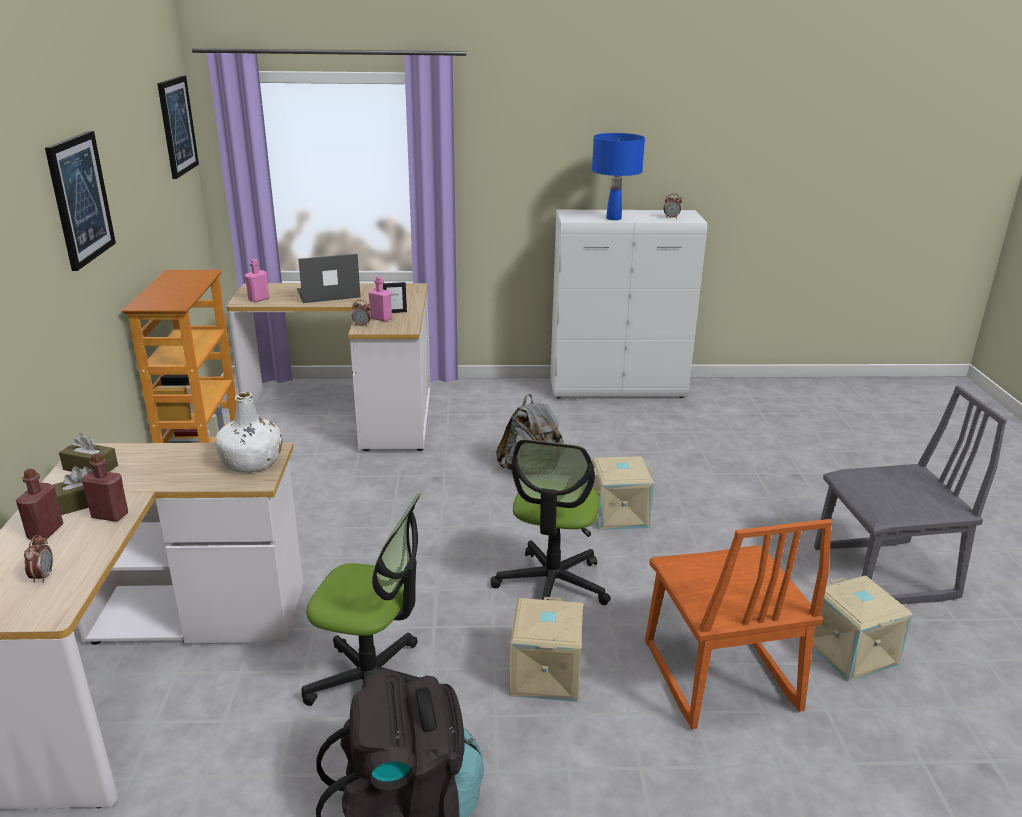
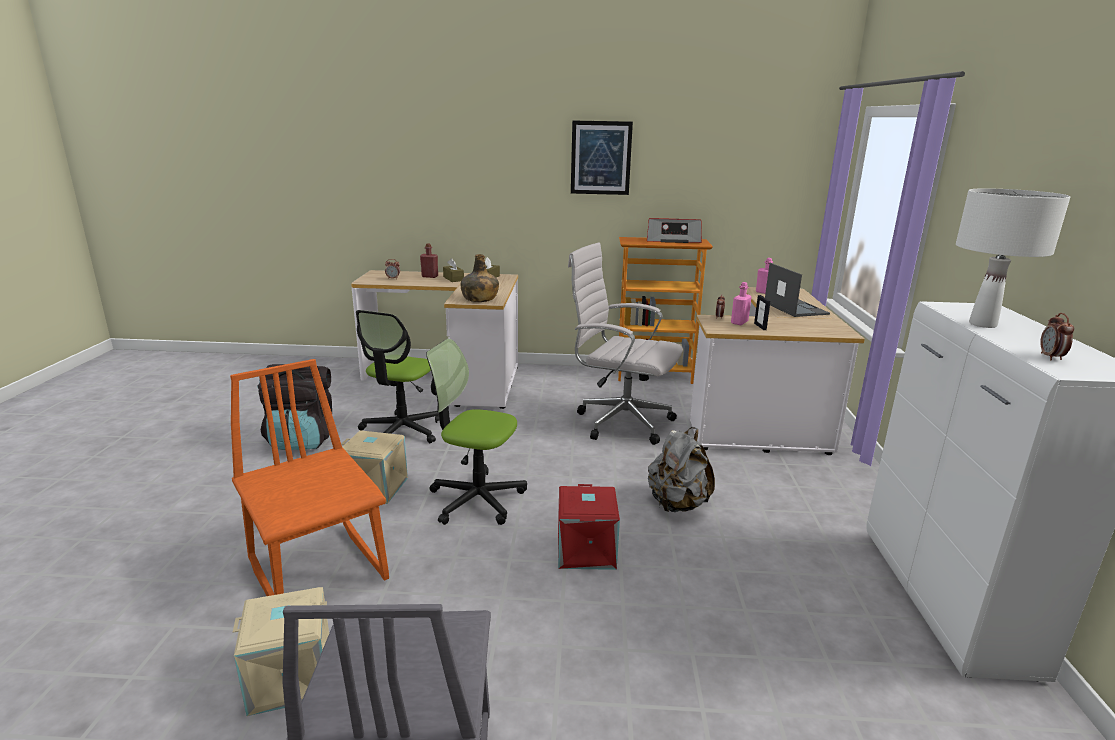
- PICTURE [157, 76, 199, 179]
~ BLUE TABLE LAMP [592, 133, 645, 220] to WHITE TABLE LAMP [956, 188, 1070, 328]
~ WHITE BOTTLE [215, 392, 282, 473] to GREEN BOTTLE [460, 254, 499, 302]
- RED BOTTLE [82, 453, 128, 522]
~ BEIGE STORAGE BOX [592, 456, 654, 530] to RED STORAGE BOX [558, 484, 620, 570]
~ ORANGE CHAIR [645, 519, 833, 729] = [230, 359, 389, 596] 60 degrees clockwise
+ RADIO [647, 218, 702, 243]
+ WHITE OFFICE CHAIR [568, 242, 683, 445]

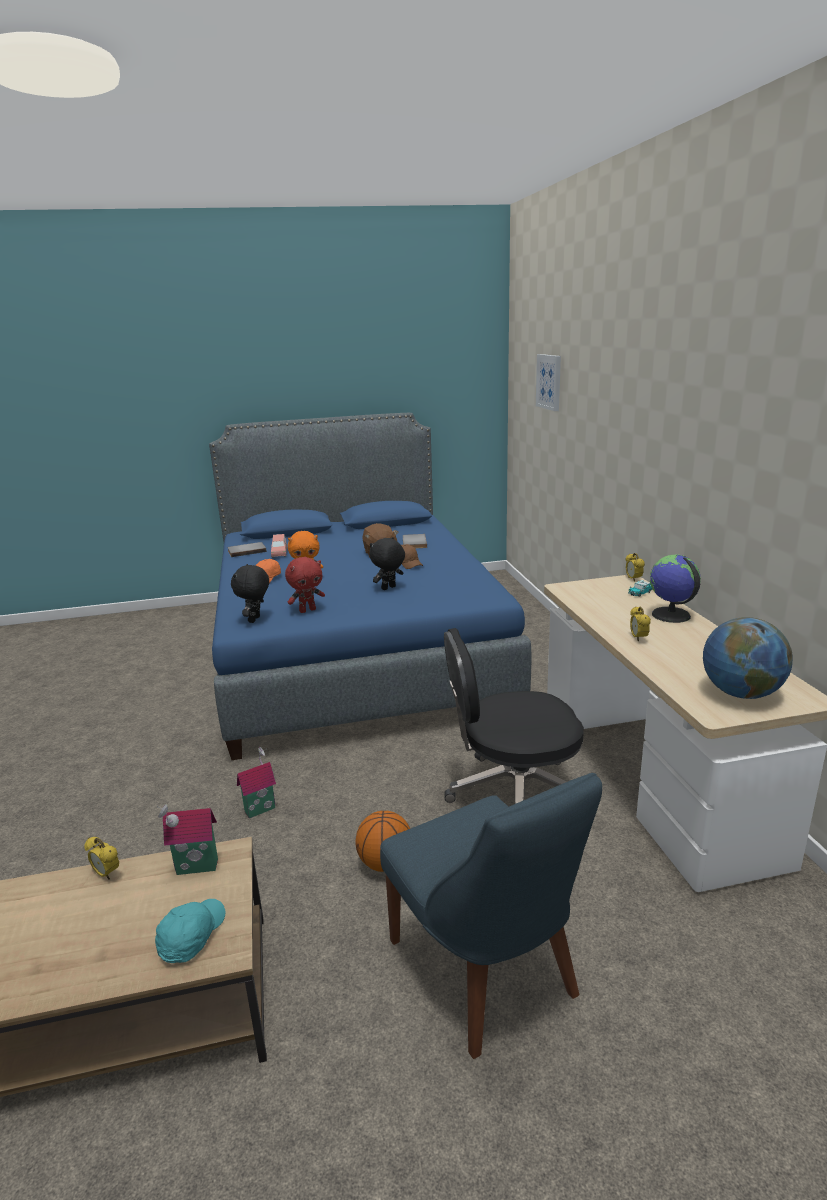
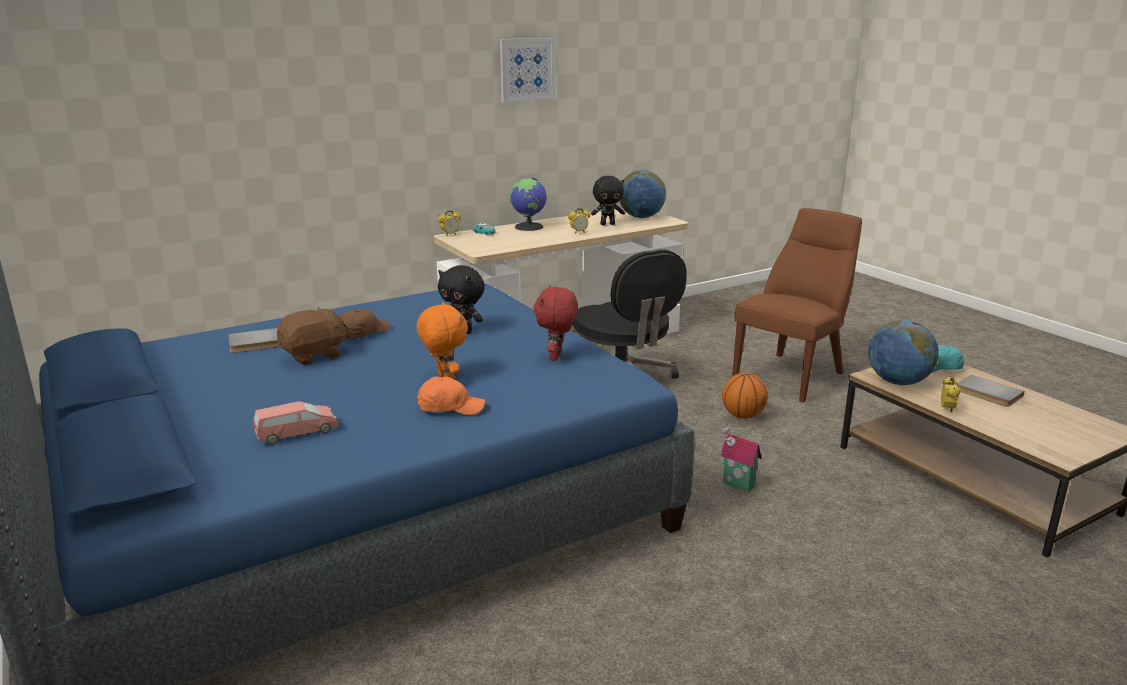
~ PICTURE [536, 354, 561, 411] to [500, 38, 555, 103]
~ GREY BOOK [227, 542, 267, 557] to [957, 375, 1025, 407]
~ RED PLUSH TOY [285, 557, 325, 613] = [534, 285, 578, 361] 120 degrees counterclockwise
~ BLACK PLUSH TOY [231, 564, 269, 623] to [591, 176, 625, 225]
~ BLUE CHAIR [380, 773, 602, 1059] to BROWN CHAIR [732, 208, 862, 402]
~ TOY HOUSE [156, 804, 218, 875] to GLOBE [868, 320, 939, 385]

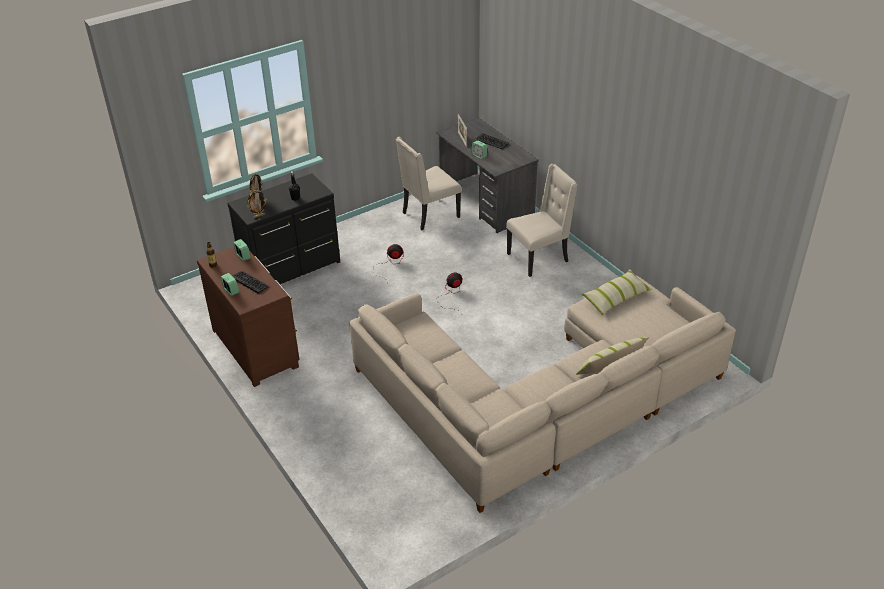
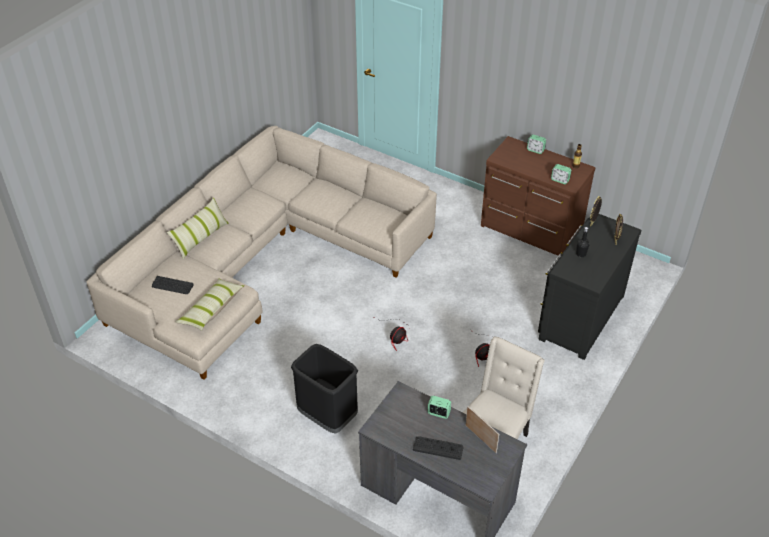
~ BEIGE CHAIR [506, 164, 578, 277] to BLACK TRASH CAN [291, 344, 358, 434]
~ KEYBOARD [232, 271, 268, 294] to [152, 276, 194, 294]

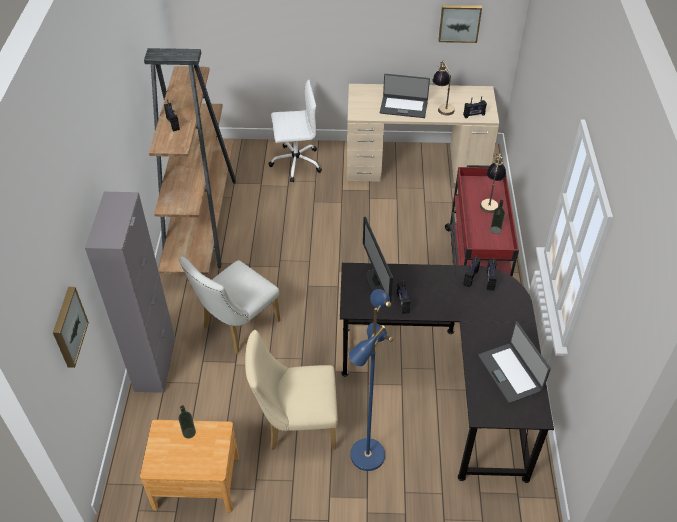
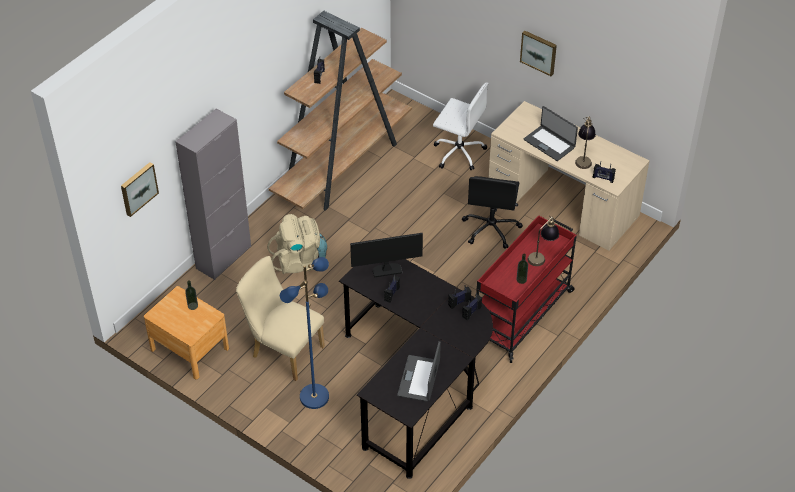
~ PICTURE [438, 5, 482, 43] to [520, 31, 557, 76]
~ MONITOR [363, 217, 393, 302] = [350, 233, 423, 278] 60 degrees clockwise
~ WHITE CHAIR [179, 257, 281, 354] to BEIGE BACKPACK [267, 214, 327, 274]
+ BLACK OFFICE CHAIR [462, 176, 523, 249]

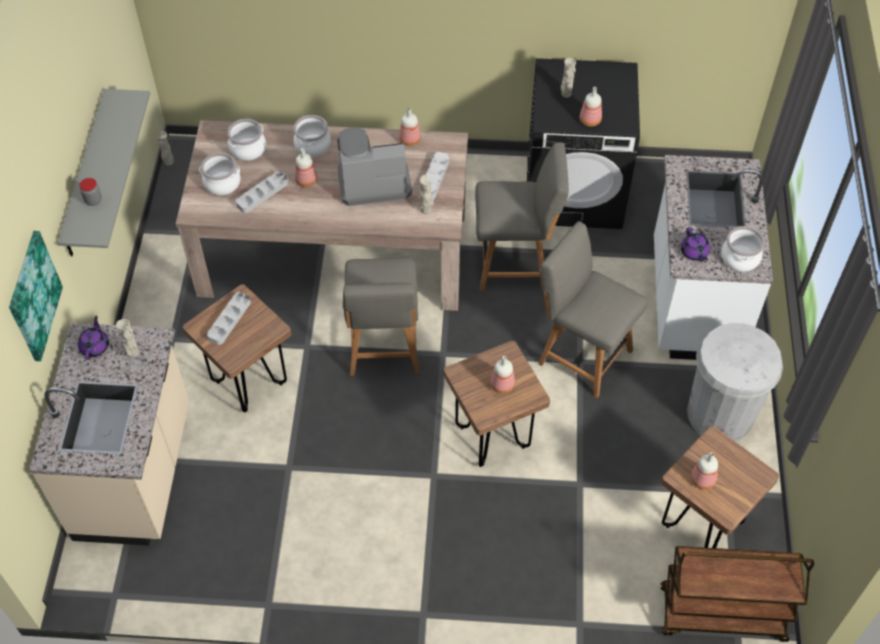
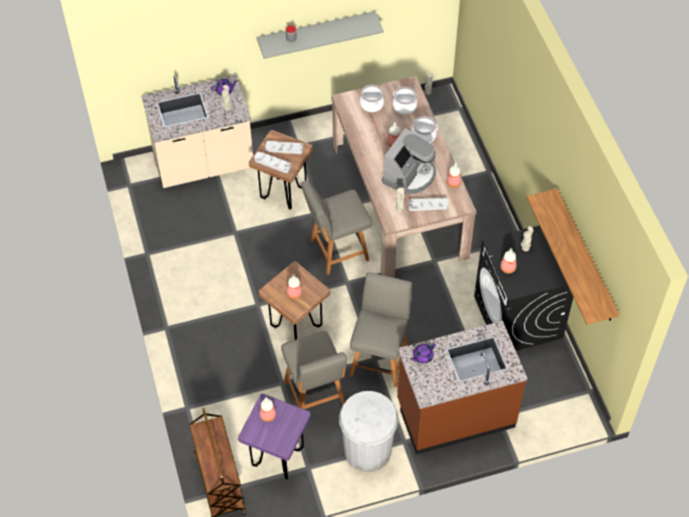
~ COFFEE MACHINE [337, 128, 413, 206] = [382, 128, 436, 194] 60 degrees clockwise
~ GREY CHAIR [475, 142, 569, 290] to [281, 331, 347, 409]
~ WHITE COUNTER [654, 155, 773, 360] to BROWN COUNTER [397, 321, 528, 455]
~ GREY TRAY [236, 171, 288, 213] to [254, 151, 291, 173]
- COOKING POT [721, 226, 765, 272]
- PICTURE [9, 231, 63, 361]
~ BROWN STOOL [661, 426, 779, 548] to PURPLE STOOL [238, 394, 311, 479]
+ SHELF [526, 188, 619, 325]

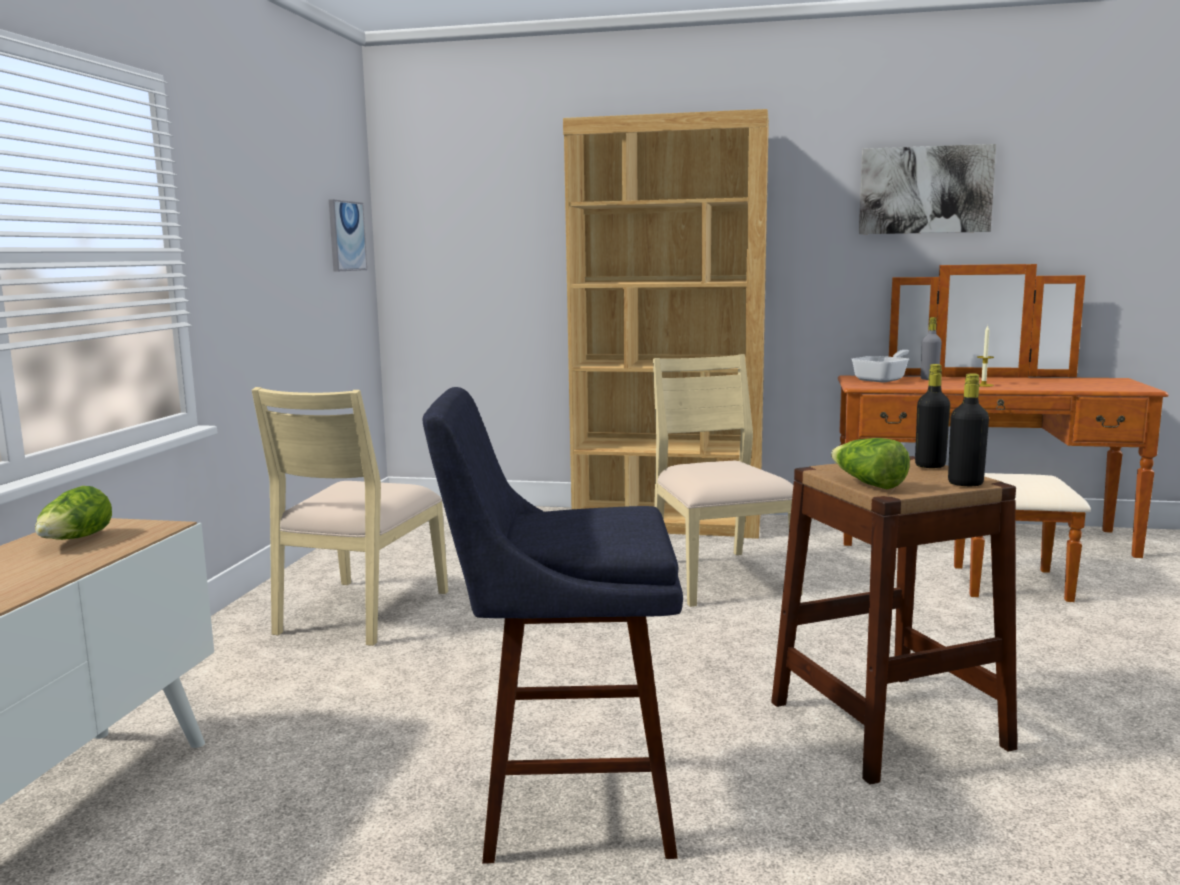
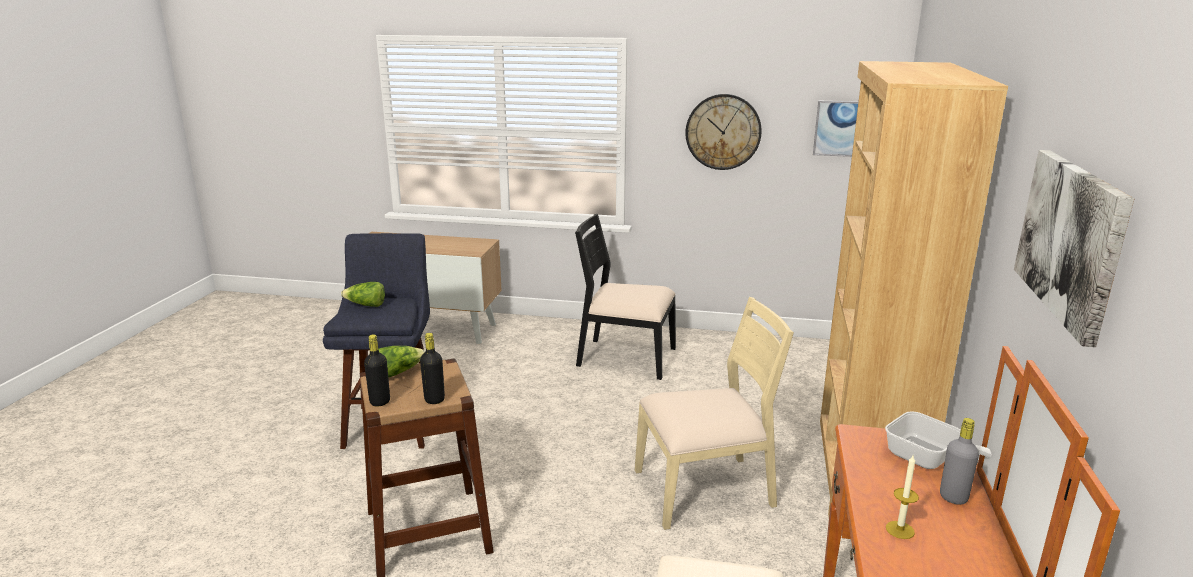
~ BEIGE CHAIR [252, 387, 448, 646] to BLACK CHAIR [575, 214, 676, 380]
~ LETTUCE [35, 486, 112, 540] to [341, 282, 385, 307]
+ WALL CLOCK [685, 94, 762, 170]

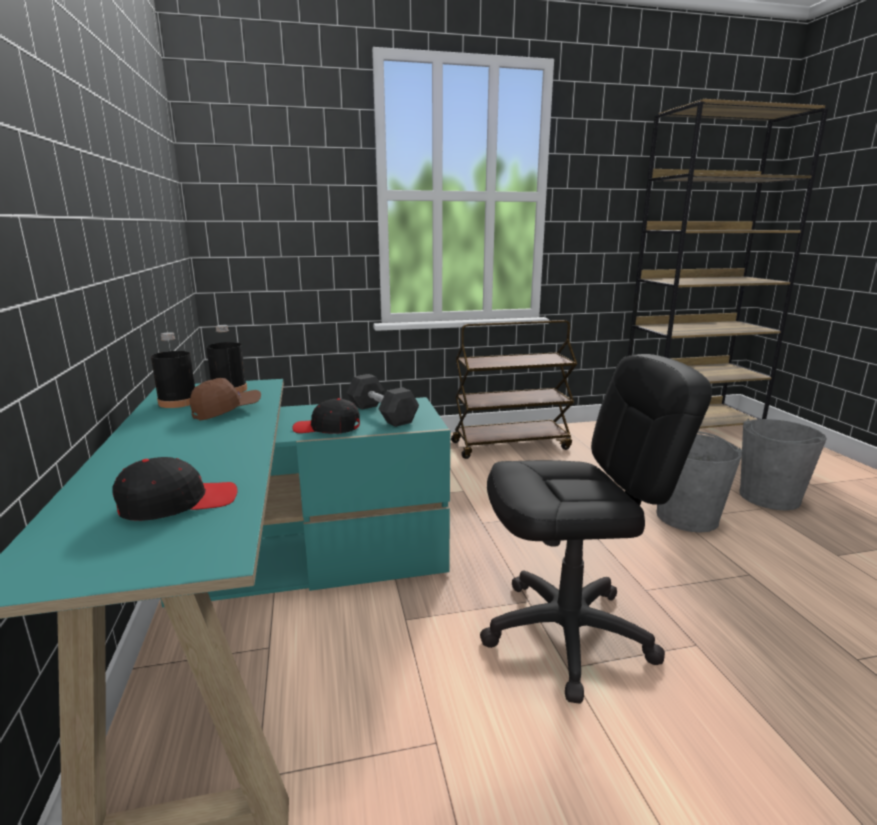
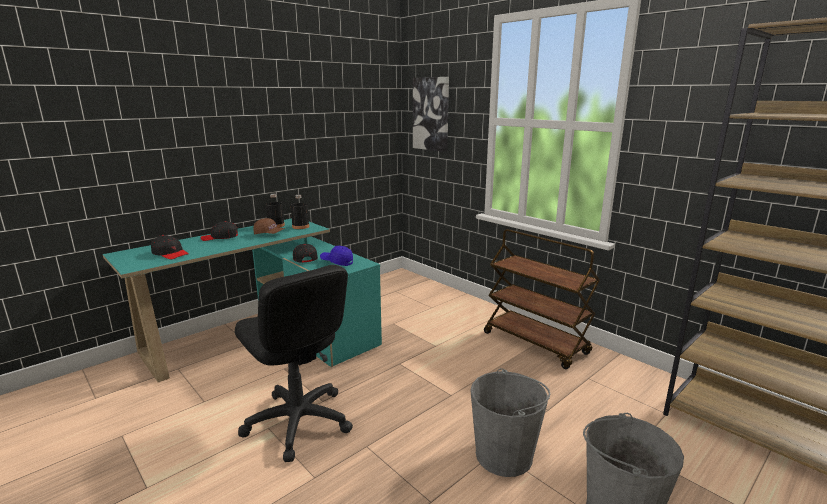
~ GREY DUMBBELL [347, 374, 419, 427] to BLUE CAP [320, 246, 353, 266]
+ PICTURE [413, 77, 449, 152]
+ BLACK CAP [200, 221, 238, 241]

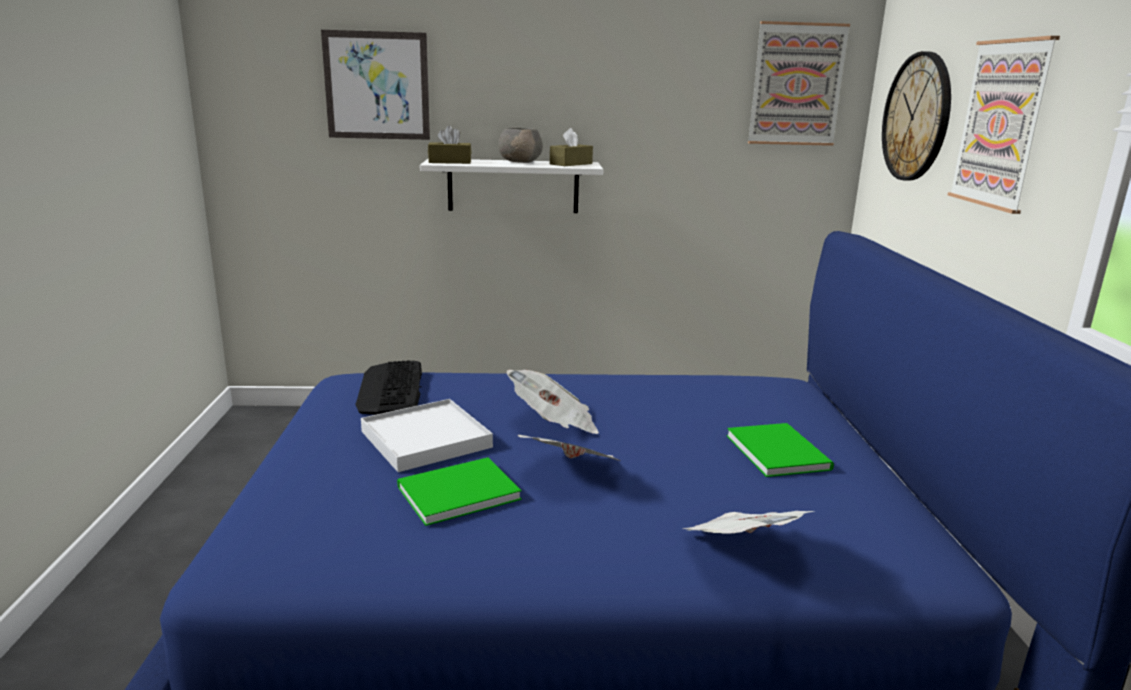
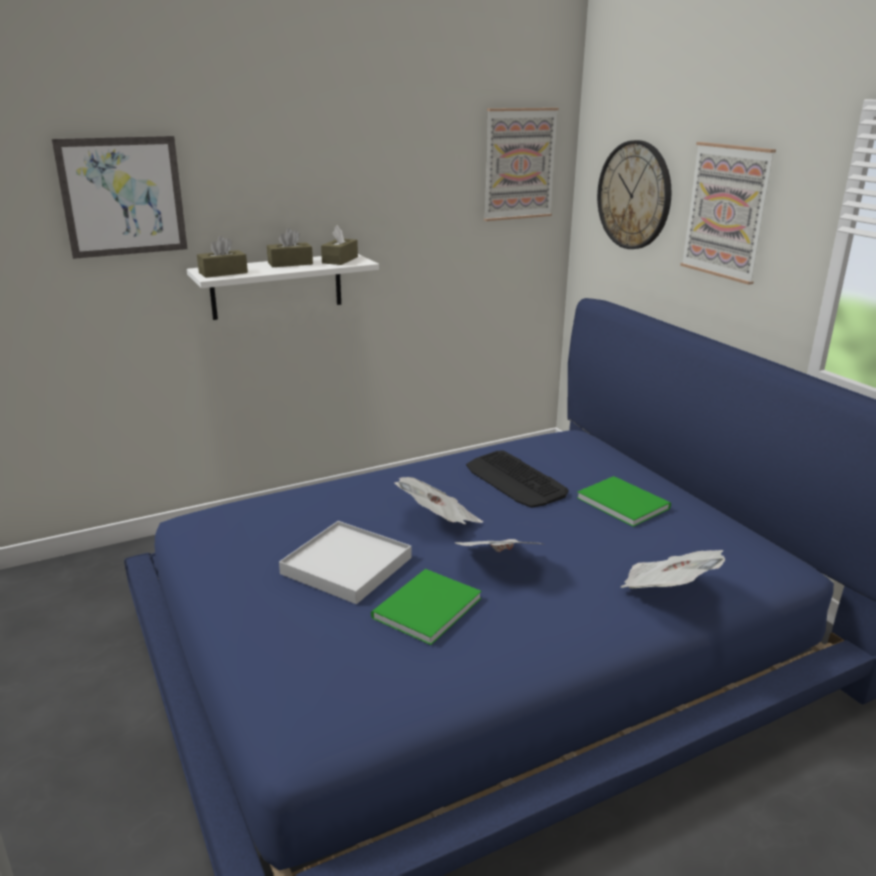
~ GREY BOWL [498, 128, 543, 163] to BROWN TISSUE BOX [267, 228, 313, 267]
~ KEYBOARD [355, 360, 422, 415] to [466, 451, 569, 508]

